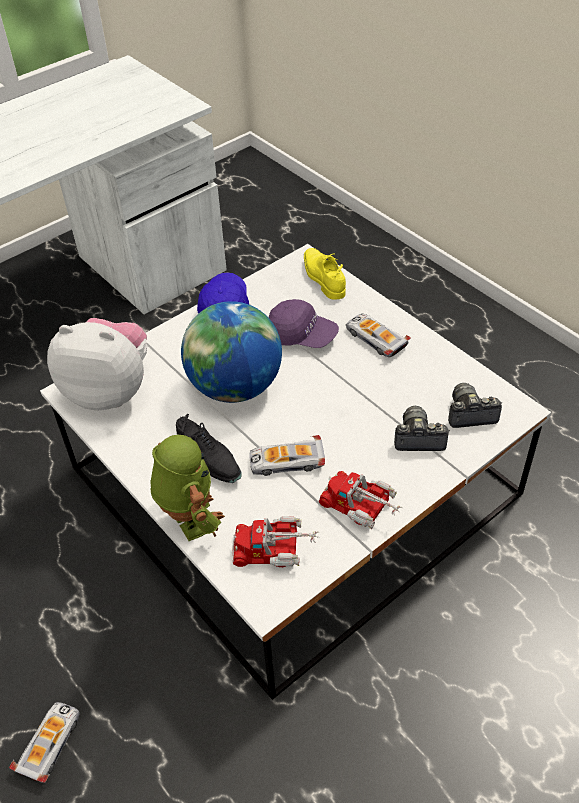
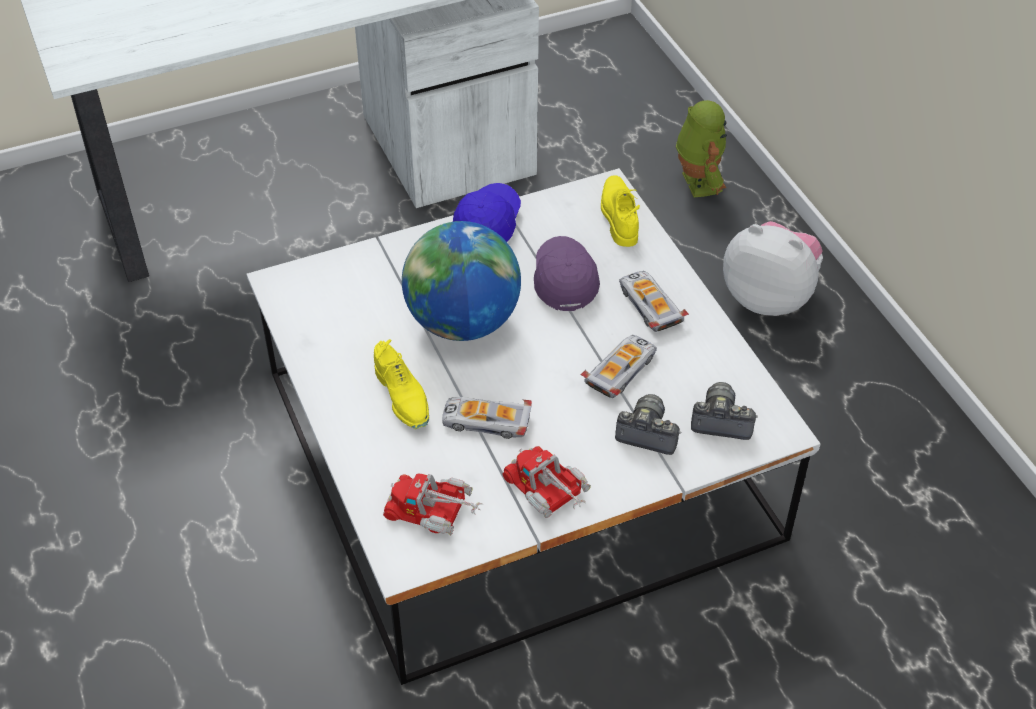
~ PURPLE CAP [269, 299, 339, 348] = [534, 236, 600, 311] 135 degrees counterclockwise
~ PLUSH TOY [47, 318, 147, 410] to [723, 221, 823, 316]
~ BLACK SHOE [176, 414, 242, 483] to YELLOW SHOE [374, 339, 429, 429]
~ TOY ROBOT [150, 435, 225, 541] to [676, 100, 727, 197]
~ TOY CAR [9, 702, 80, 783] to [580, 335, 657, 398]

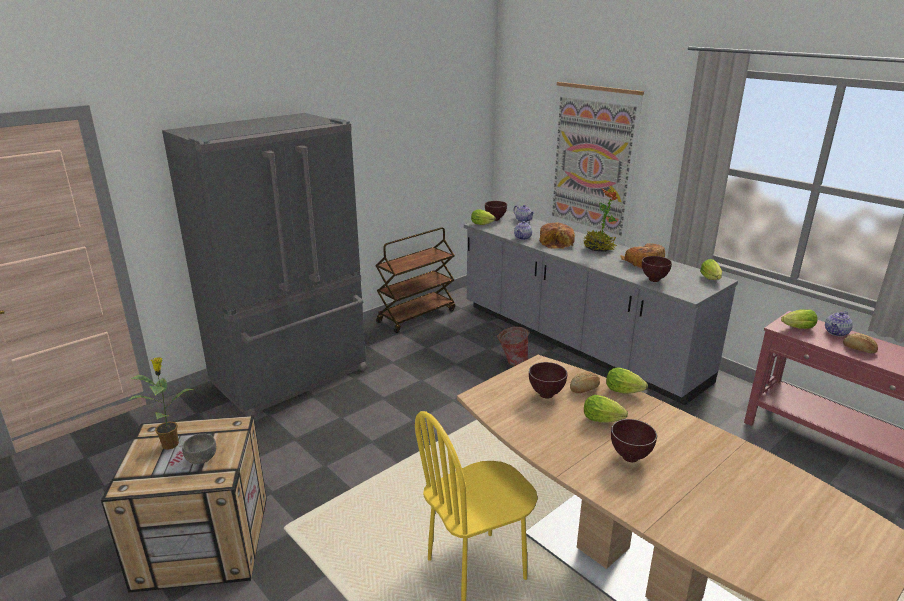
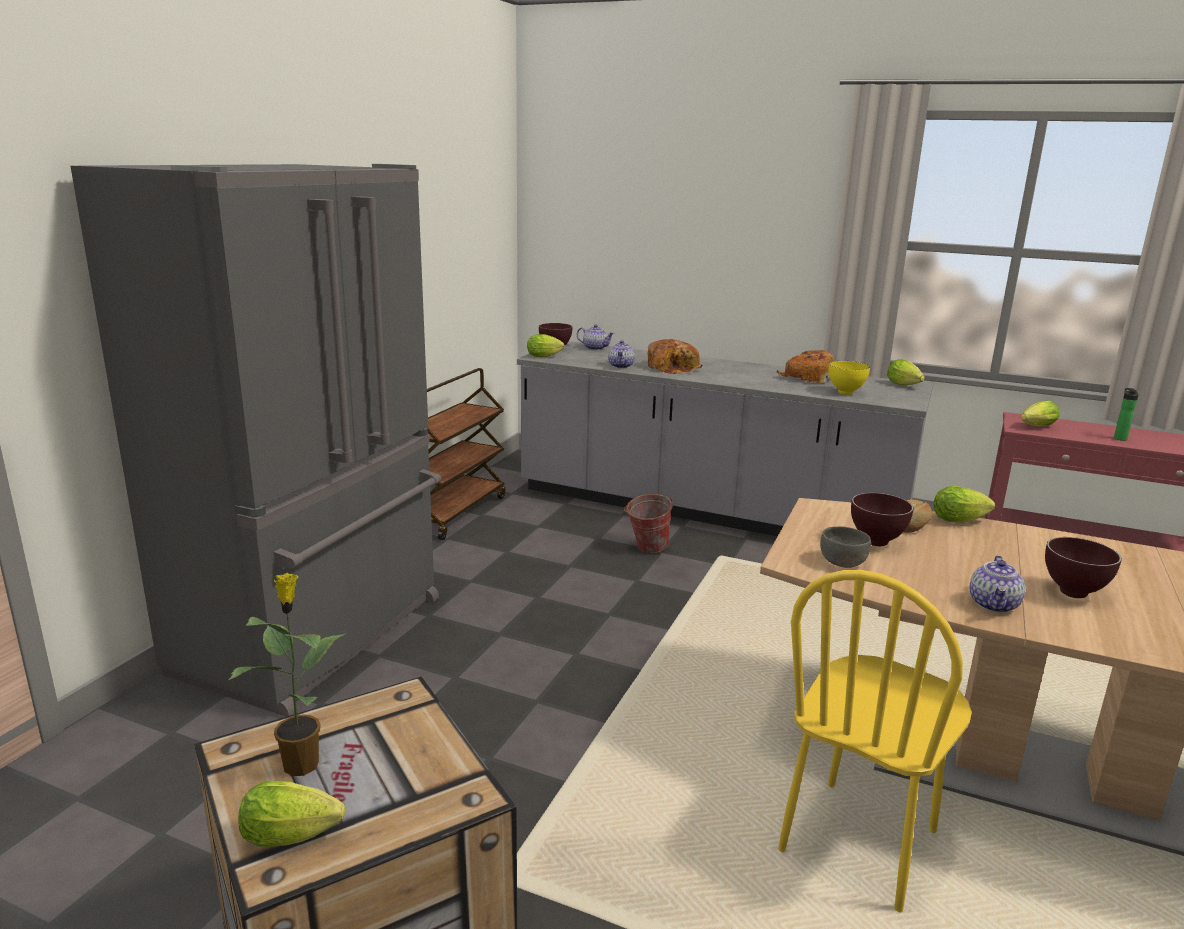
- PICTURE [548, 82, 644, 246]
- POTTED PLANT [583, 188, 617, 252]
~ BROWN BOWL [642, 256, 672, 282] to YELLOW BOWL [828, 361, 870, 395]
~ TEAPOT [825, 311, 853, 337] to [969, 556, 1025, 613]
~ BREAD [843, 333, 878, 353] to BOTTLE [1114, 388, 1139, 441]
~ LETTUCE [584, 395, 628, 423] to [238, 781, 345, 847]
~ GREY BOWL [182, 434, 216, 464] to [820, 526, 871, 568]

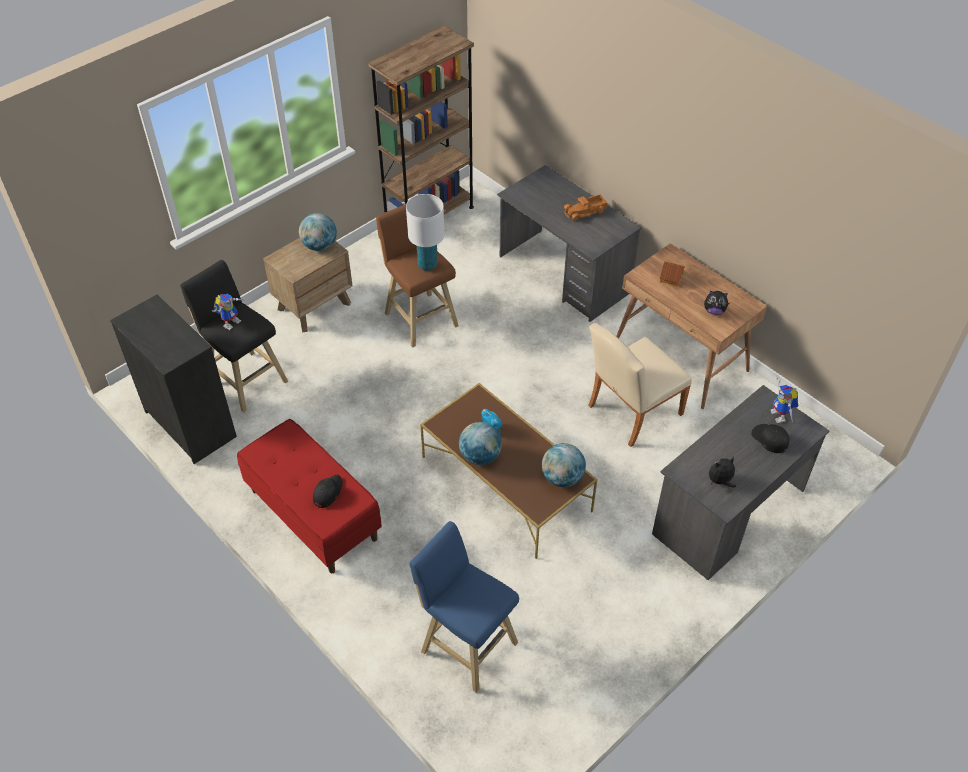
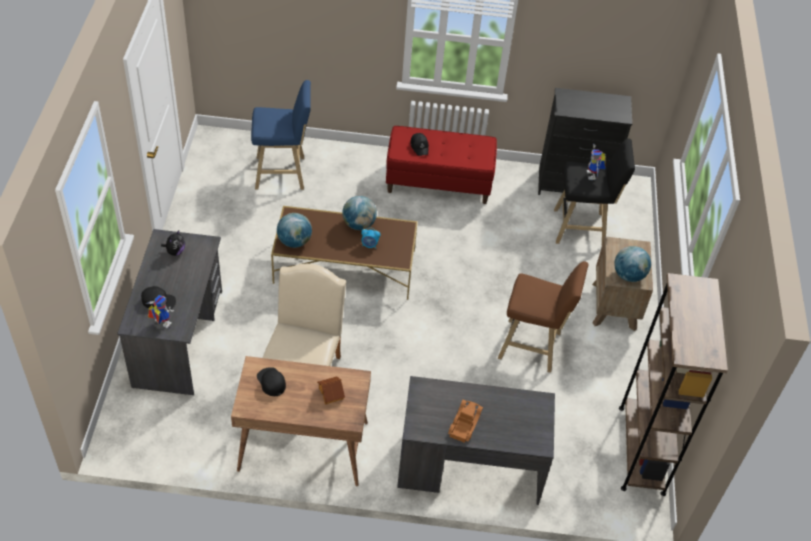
- WHITE TABLE LAMP [406, 194, 444, 271]
~ PLUSH TOY [704, 290, 730, 315] to BLACK CAP [257, 367, 286, 396]

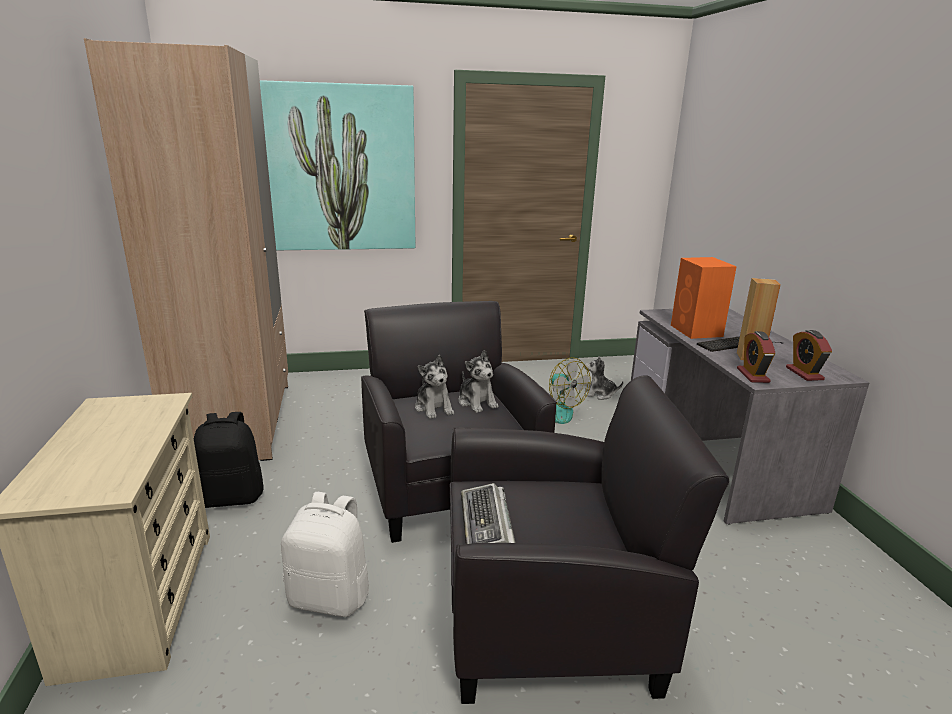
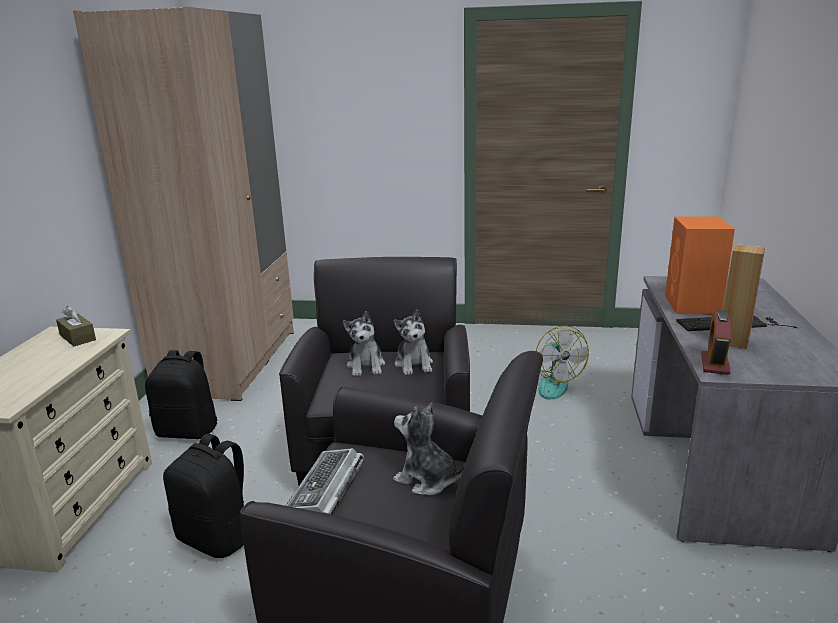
- PICTURE [260, 80, 415, 250]
- ALARM CLOCK [786, 330, 832, 381]
~ PLUSH TOY [584, 356, 623, 399] to [393, 403, 465, 496]
~ WHITE BACKPACK [281, 492, 369, 617] to BLACK BACKPACK [163, 434, 244, 558]
+ BROWN TISSUE BOX [56, 306, 96, 346]

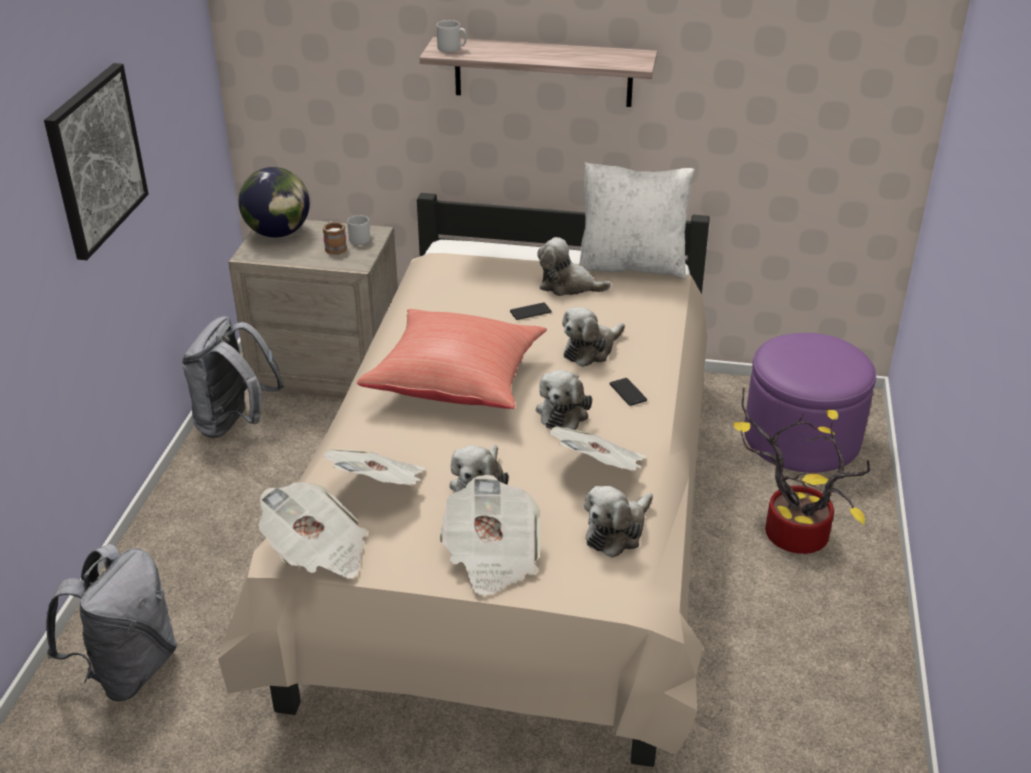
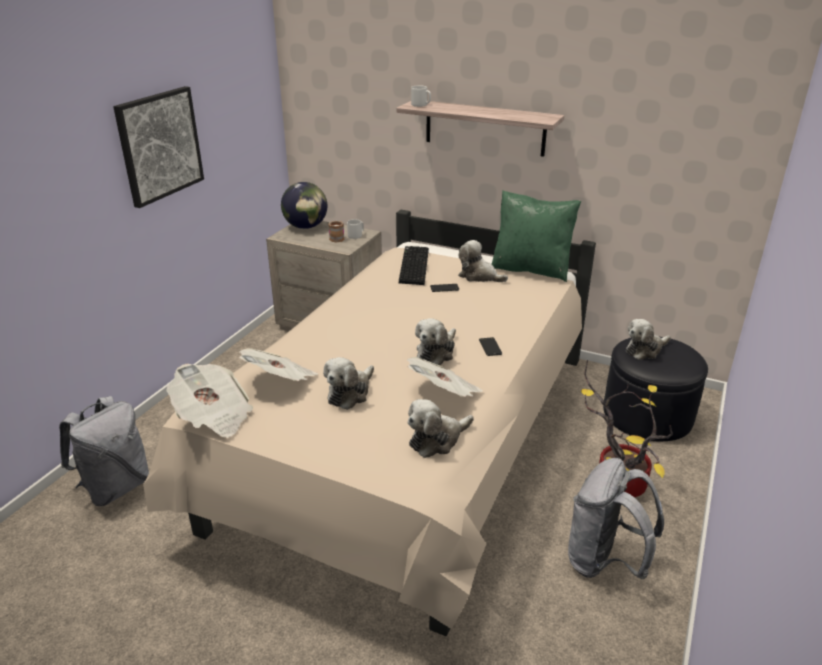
~ WHITE PILLOW [578, 162, 695, 279] to GREEN PILLOW [491, 190, 581, 282]
~ PLUSH TOY [562, 307, 625, 367] to [626, 319, 671, 360]
- RED PILLOW [357, 309, 547, 409]
~ GREY BACKPACK [182, 316, 285, 438] to [568, 458, 664, 579]
~ PURPLE OTTOMAN [744, 333, 876, 473] to BLACK OTTOMAN [603, 337, 708, 441]
- NEWSPAPER [439, 475, 541, 596]
+ KEYBOARD [399, 246, 429, 285]

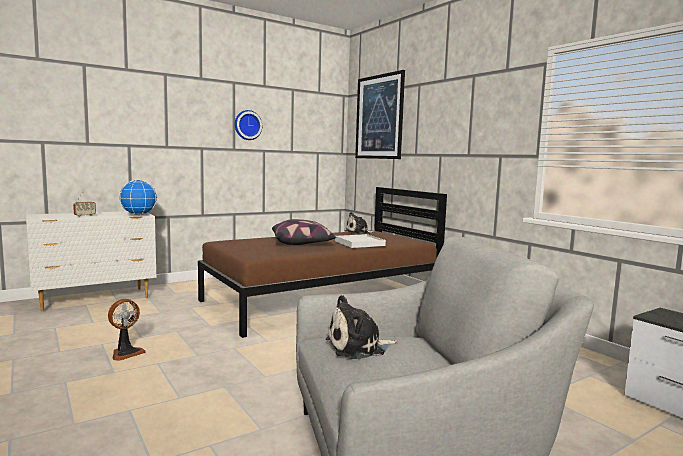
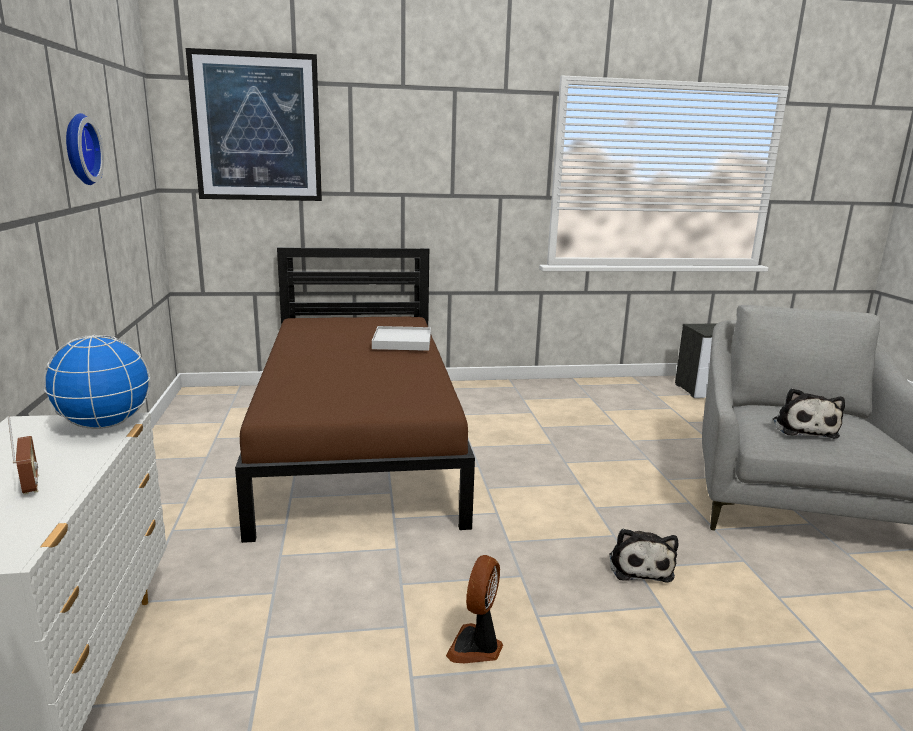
~ PLUSH TOY [345, 212, 374, 234] to [609, 529, 678, 583]
- PILLOW [272, 219, 336, 245]
~ FAN [108, 299, 146, 361] = [446, 555, 503, 663] 135 degrees counterclockwise

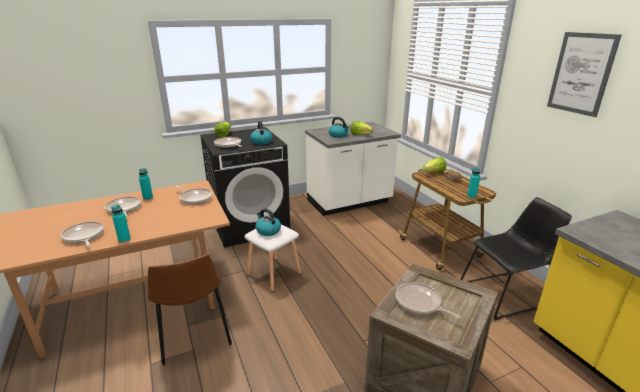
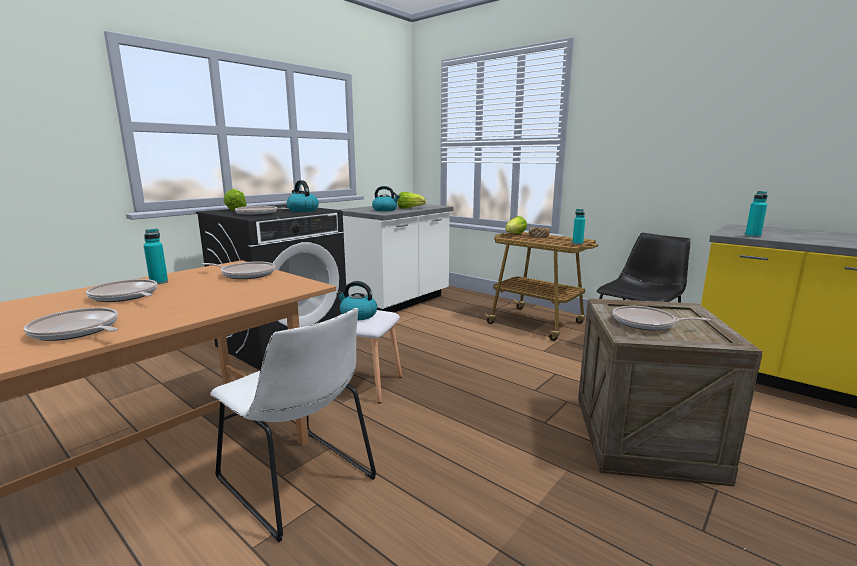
- PICTURE [547, 32, 622, 117]
~ TURQUOISE BOTTLE [111, 204, 131, 243] to [745, 191, 768, 238]
~ BROWN CHAIR [148, 254, 232, 365] to WHITE CHAIR [210, 308, 377, 542]

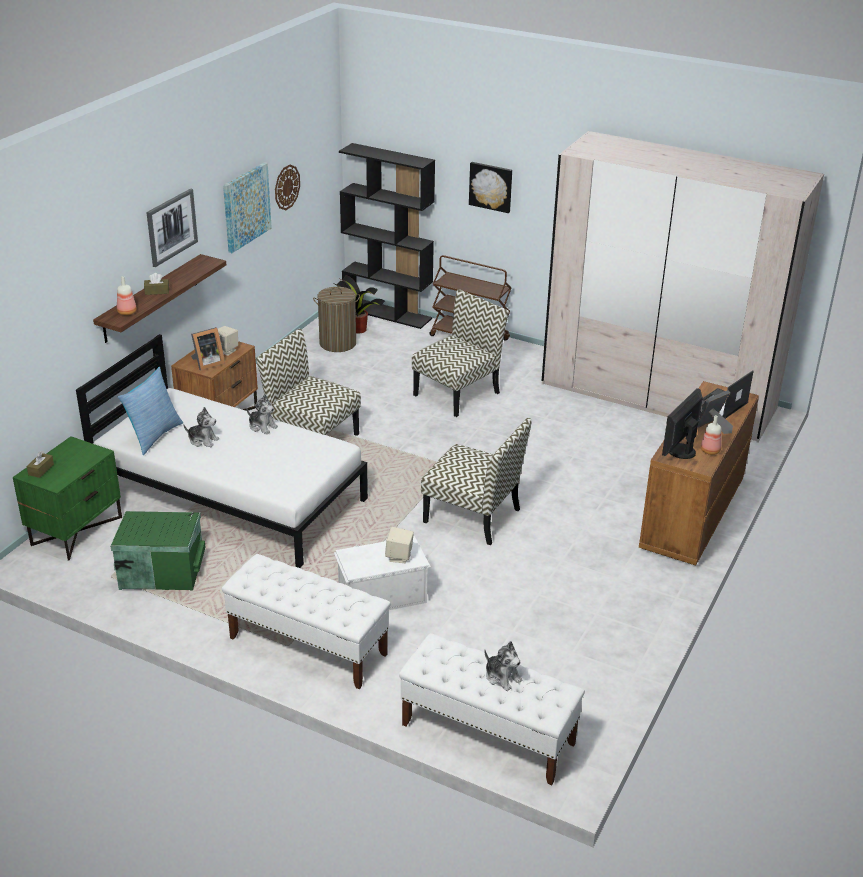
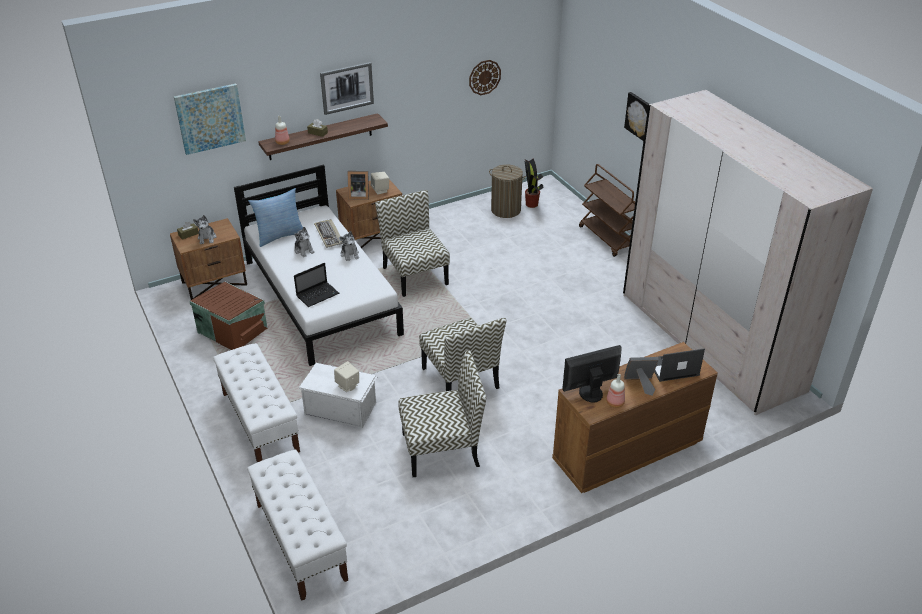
- BLACK BOOKCASE [339, 143, 435, 329]
~ PICTURE [223, 162, 272, 253] to [174, 84, 246, 155]
~ CHAIR [412, 289, 509, 417] to [399, 350, 486, 477]
~ GREEN NIGHTSTAND [13, 436, 122, 561] to BROWN NIGHTSTAND [170, 218, 247, 300]
~ GREEN STORAGE BOX [110, 511, 205, 591] to BROWN STORAGE BOX [189, 282, 268, 350]
~ PLUSH TOY [484, 641, 522, 691] to [193, 215, 217, 244]
+ KEYBOARD [314, 219, 343, 248]
+ LAPTOP [294, 263, 339, 307]

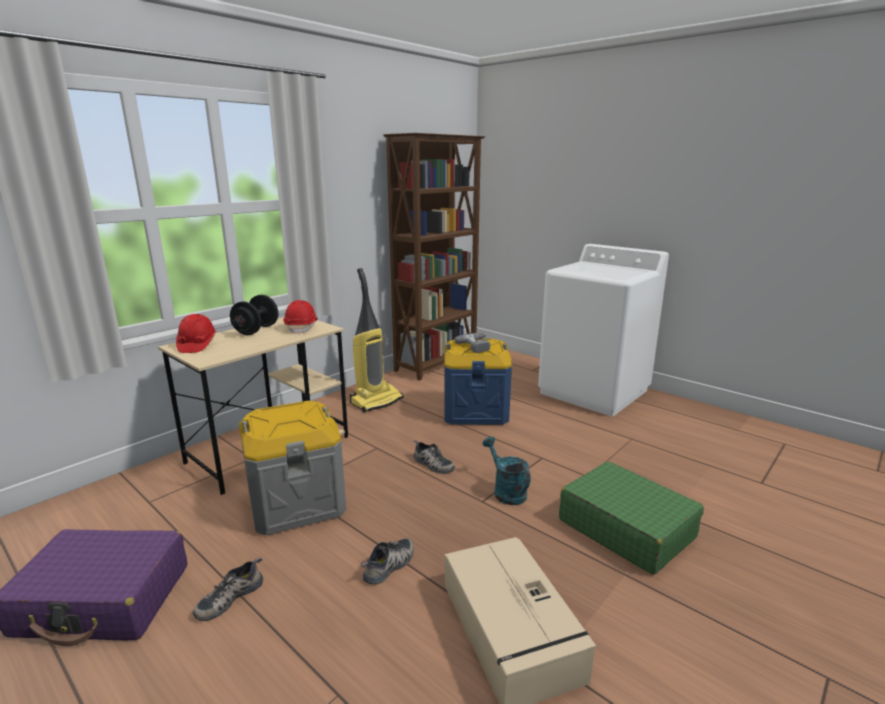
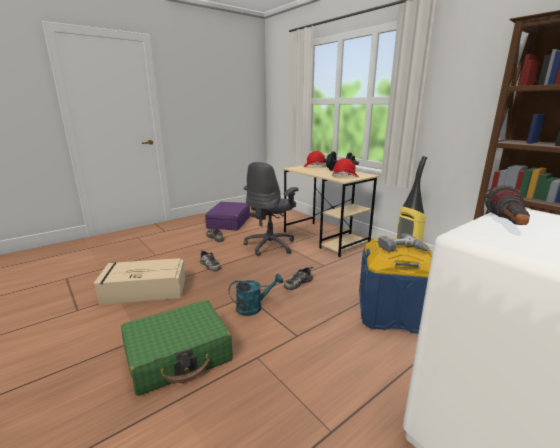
~ GREY STORAGE BOX [239, 401, 346, 535] to GREY OFFICE CHAIR [243, 162, 298, 256]
+ FLASHLIGHT [485, 185, 530, 225]

